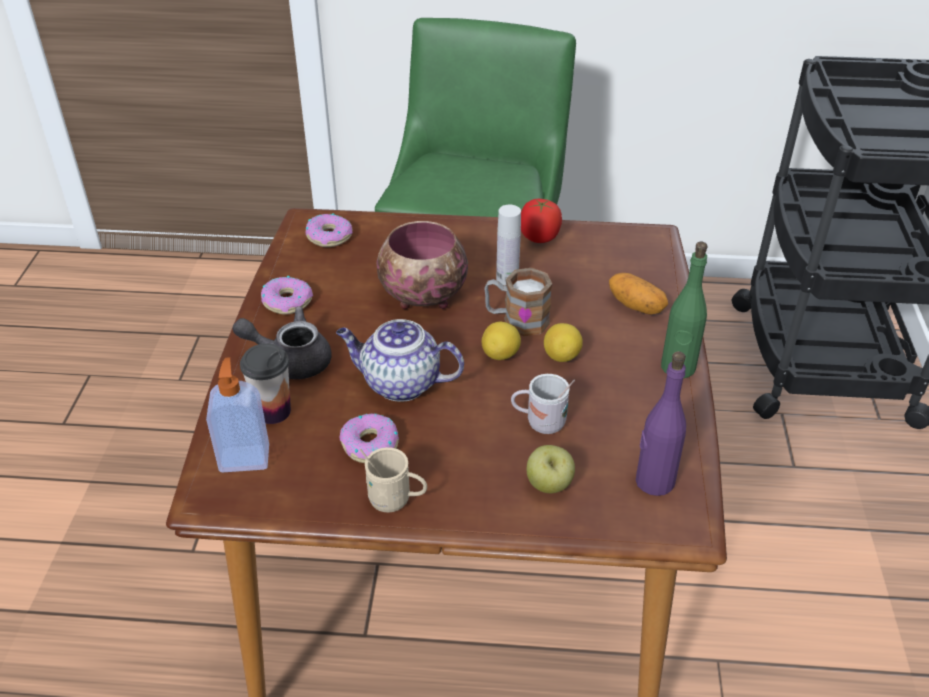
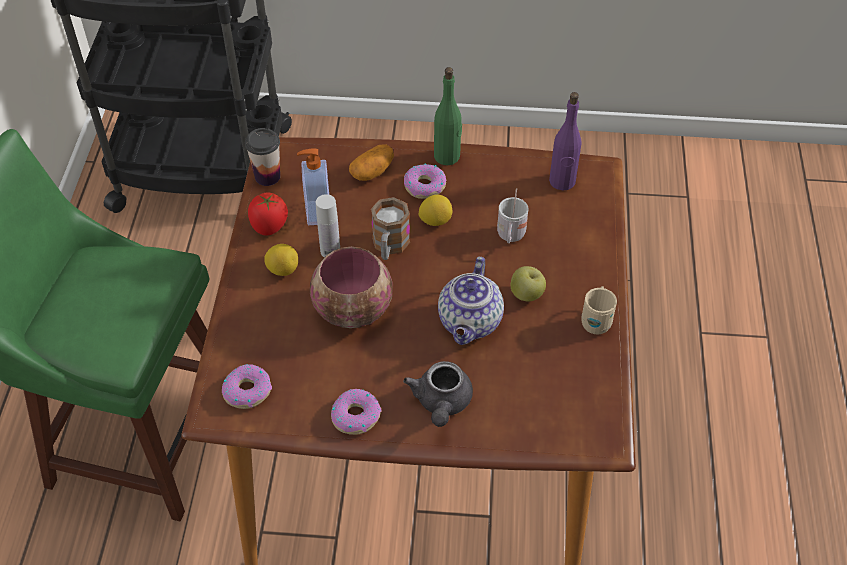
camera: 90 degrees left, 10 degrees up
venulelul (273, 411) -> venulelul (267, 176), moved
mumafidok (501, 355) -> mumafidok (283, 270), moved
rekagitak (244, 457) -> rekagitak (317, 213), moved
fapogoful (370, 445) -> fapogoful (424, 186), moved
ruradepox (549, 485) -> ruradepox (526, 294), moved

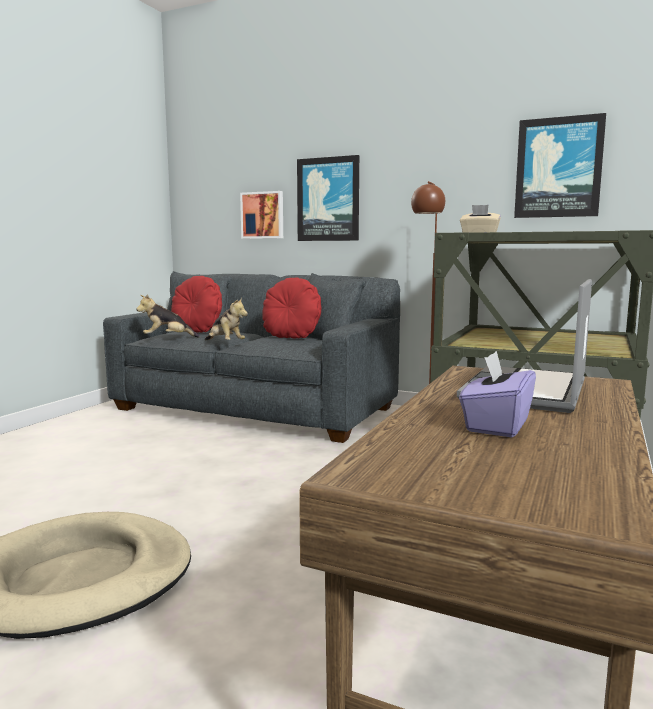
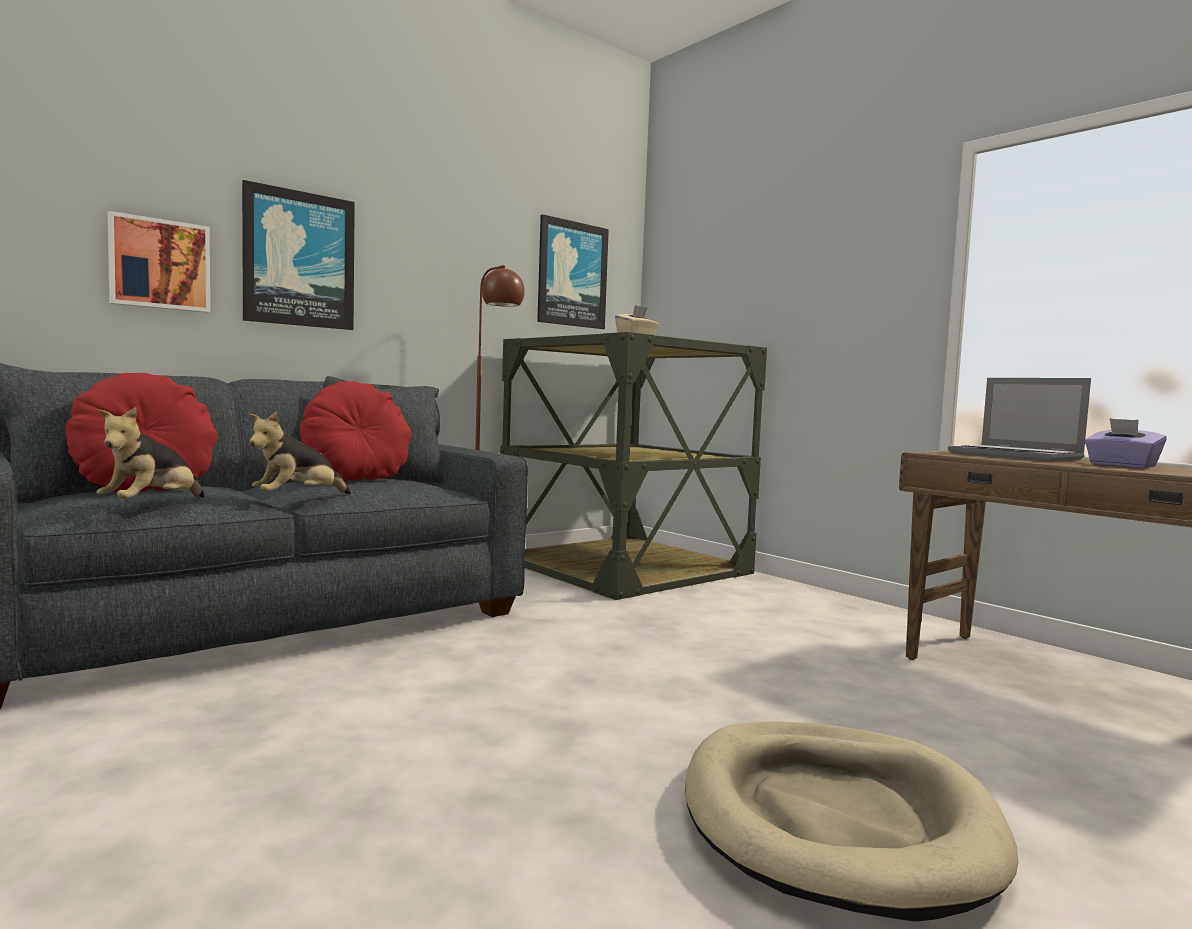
camera: 65 degrees left, 5 degrees down
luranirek (225, 343) -> luranirek (298, 498), 150 degrees clockwise

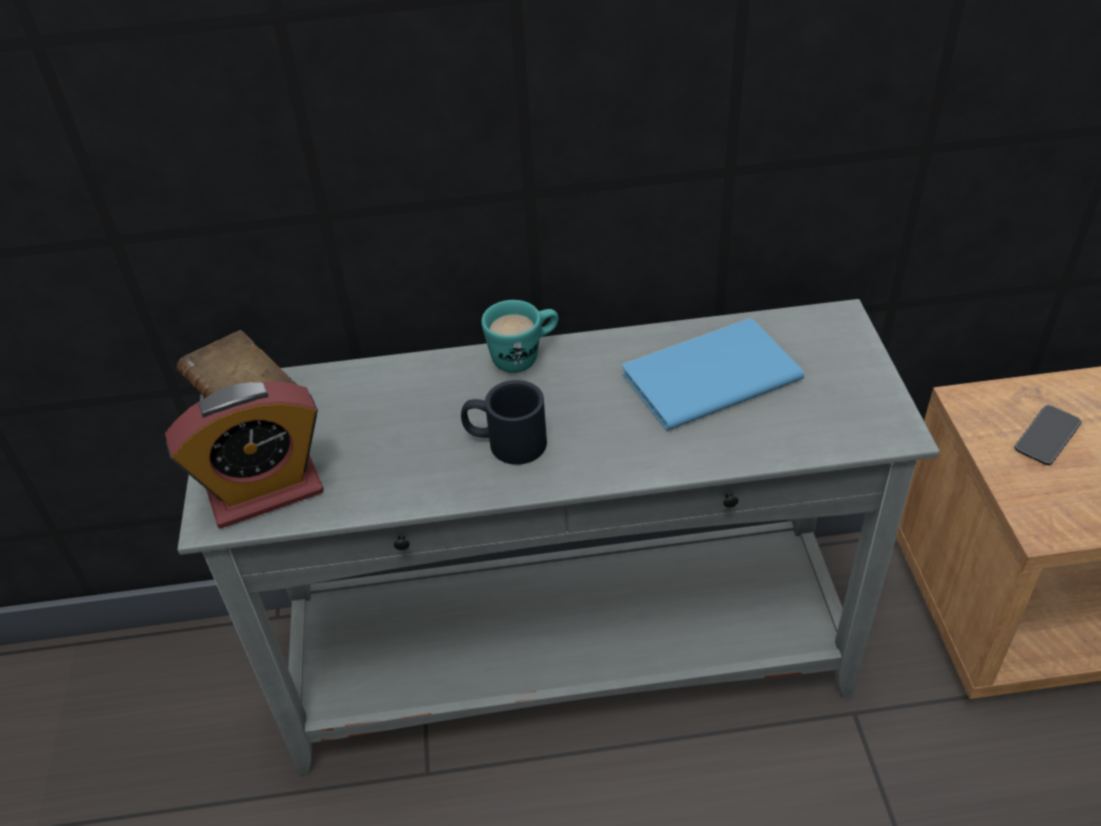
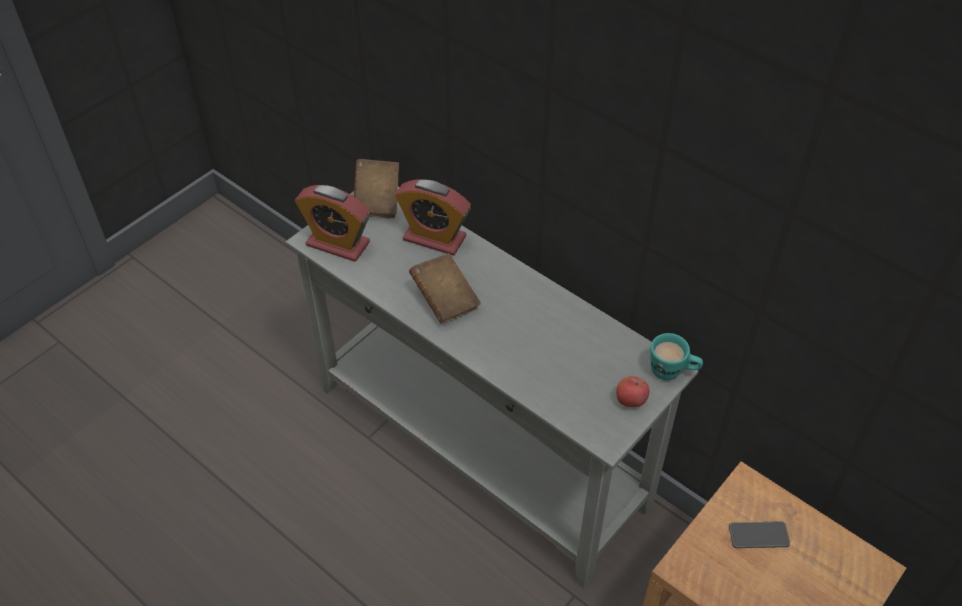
camera: 45 degrees right, 5 degrees up
none -> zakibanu (434, 238)
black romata (505, 442) -> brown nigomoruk (445, 300)
none -> ruradepox (630, 401)
turquoise romata (524, 356) -> turquoise romata (672, 372), moved
blue nigomoruk (705, 375) -> none

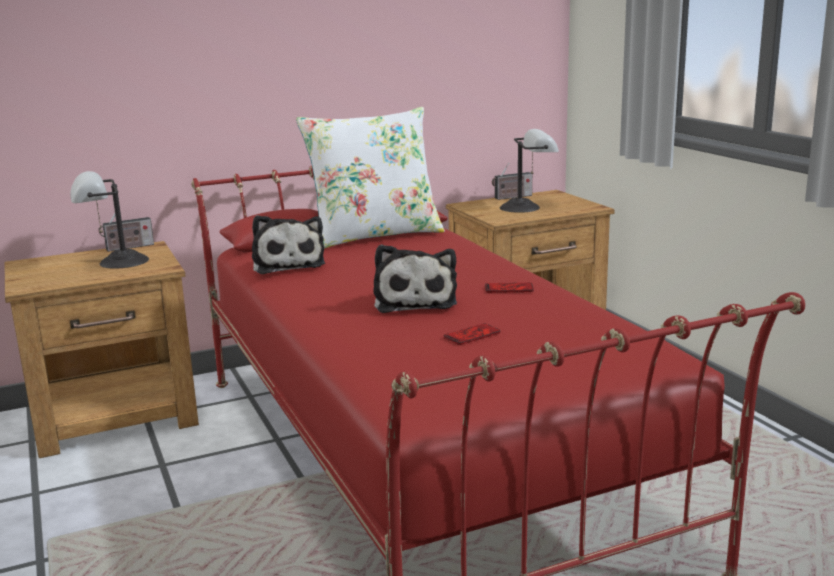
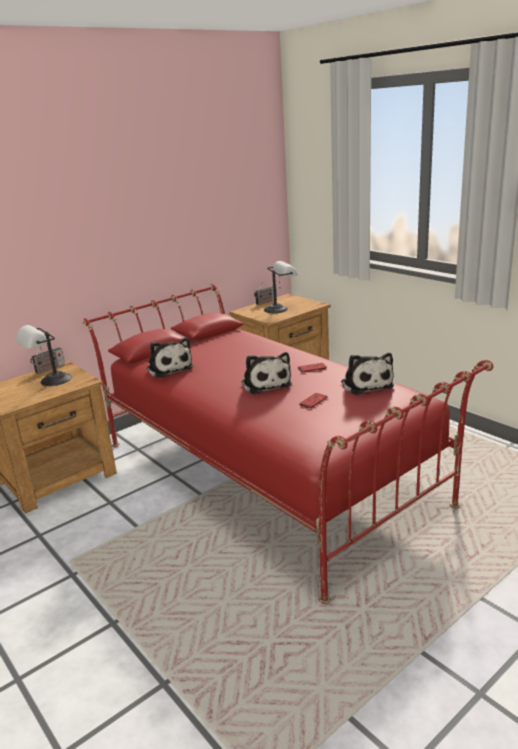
camera: 15 degrees left, 5 degrees up
none -> luranirek (366, 384)
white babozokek (374, 235) -> none

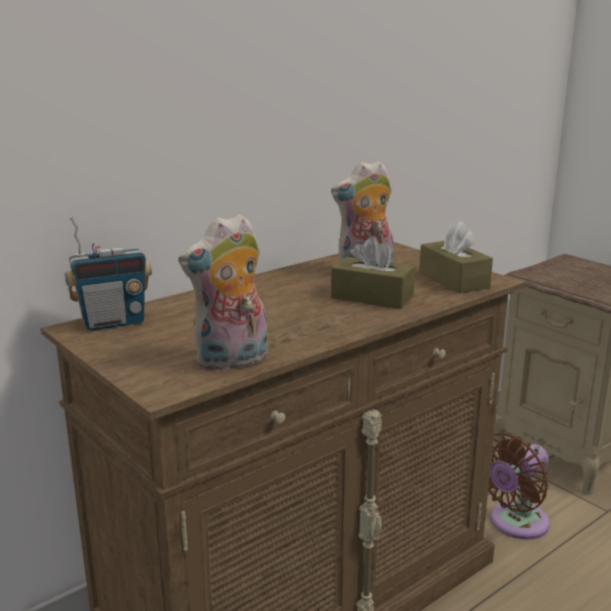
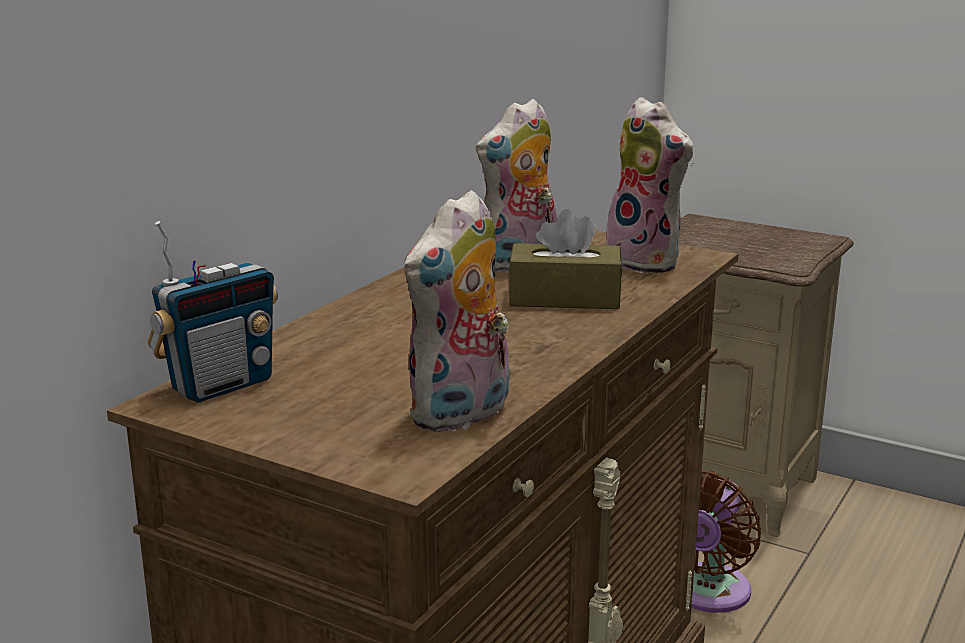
camera: 20 degrees left, 0 degrees up
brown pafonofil (453, 280) -> luranirek (647, 261)

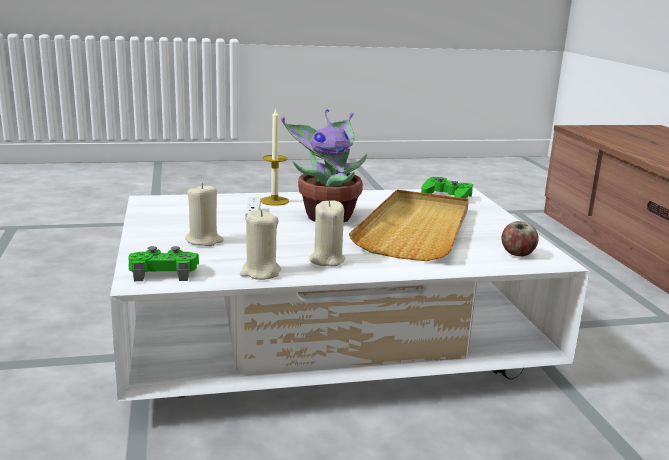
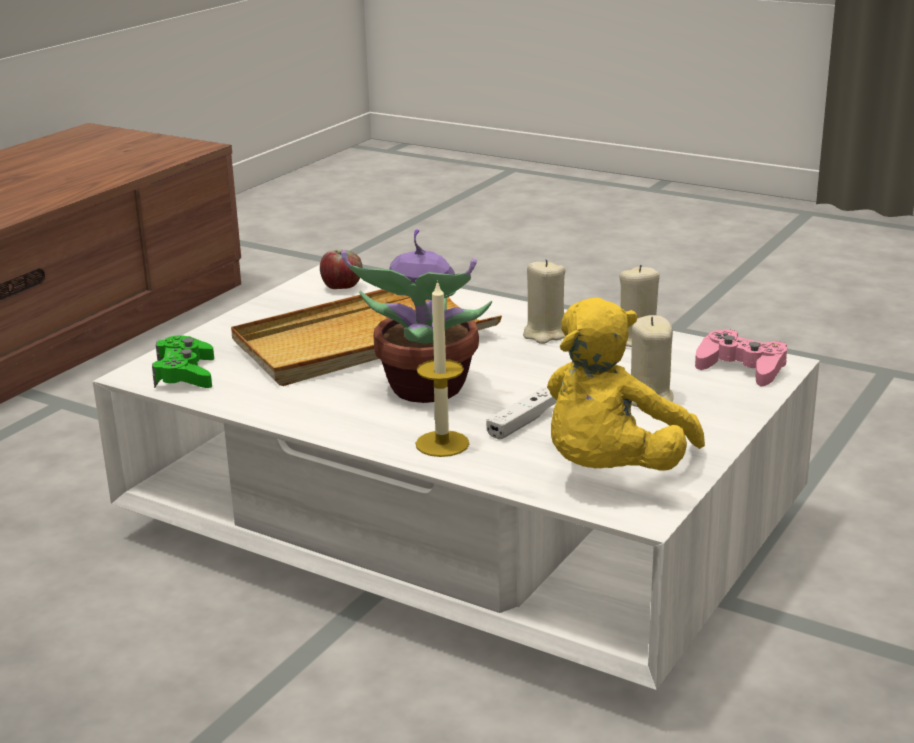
camera: 135 degrees left, 5 degrees up
none -> yellow luranirek (611, 471)
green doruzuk (164, 273) -> pink doruzuk (742, 368)

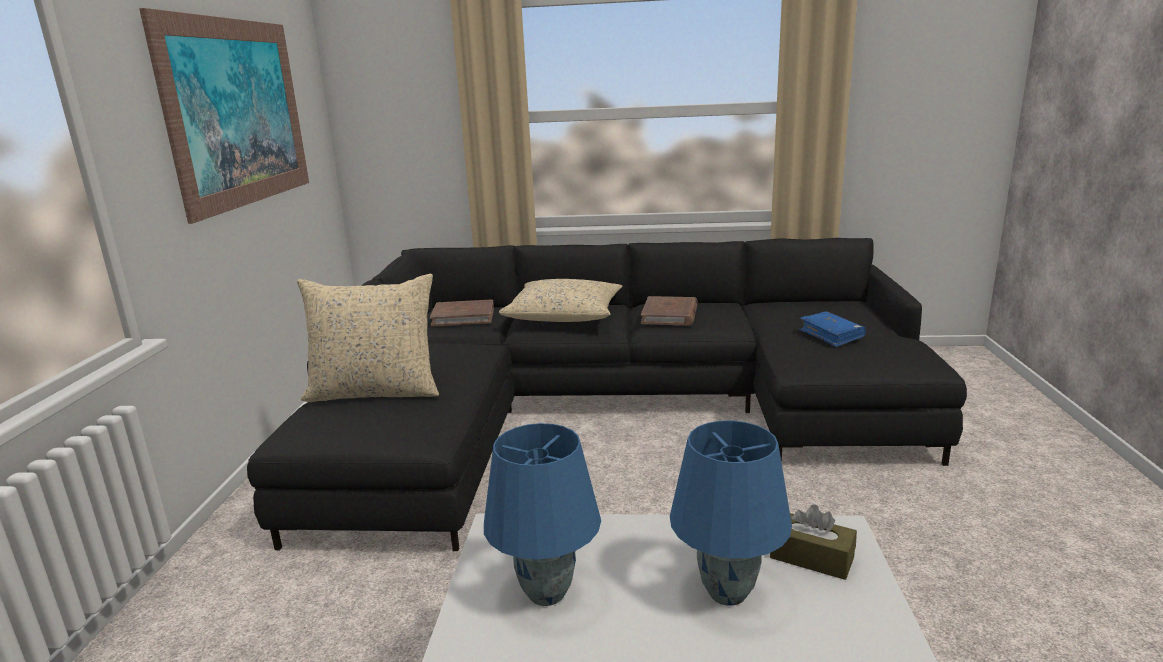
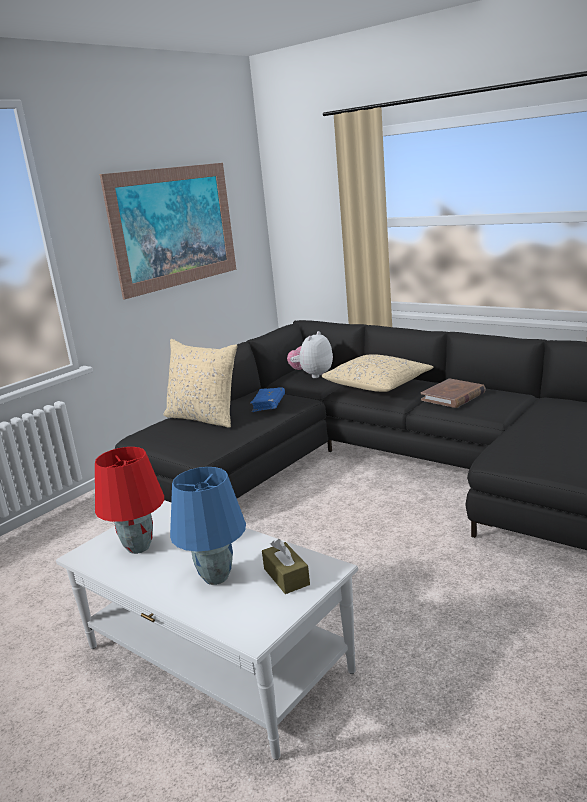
camera: 35 degrees right, 0 degrees up
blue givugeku (548, 594) -> red givugeku (139, 548)
blue nigomoruk (831, 335) -> blue nigomoruk (268, 404), moved
brown nigomoruk (463, 316) -> luranirek (312, 375)

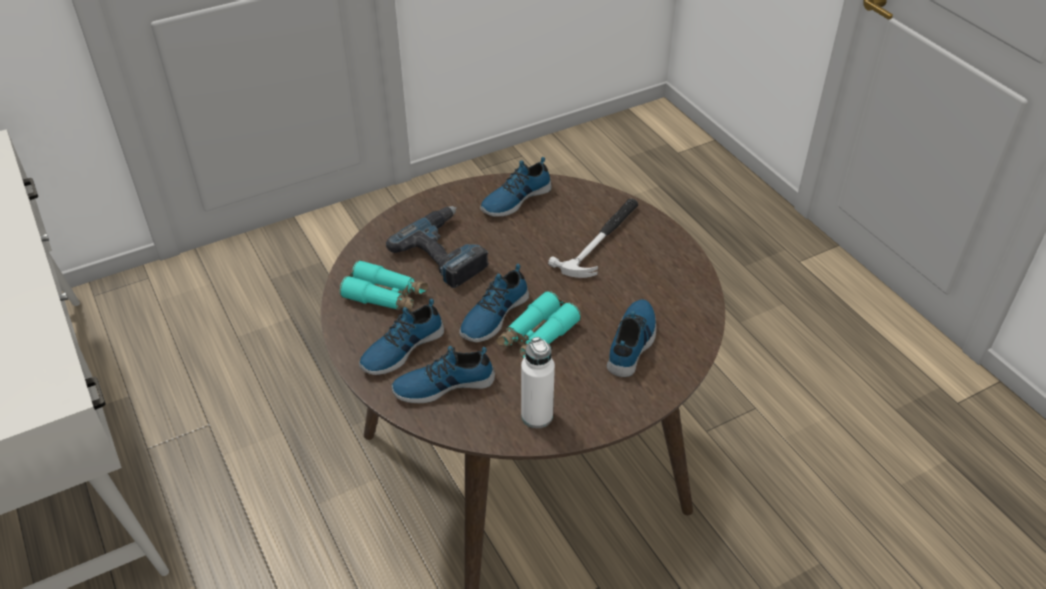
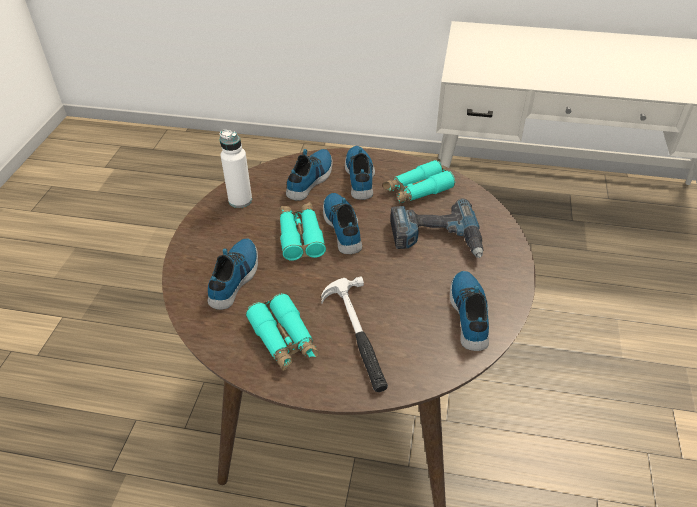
camera: 130 degrees right, 0 degrees up
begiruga (633, 342) -> begiruga (235, 277), 135 degrees counterclockwise
none -> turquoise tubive (284, 339)

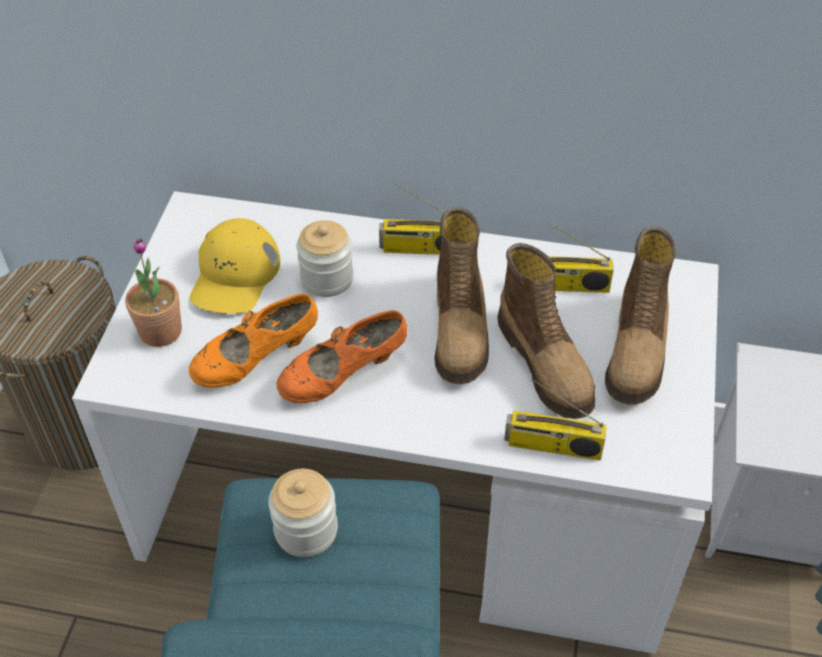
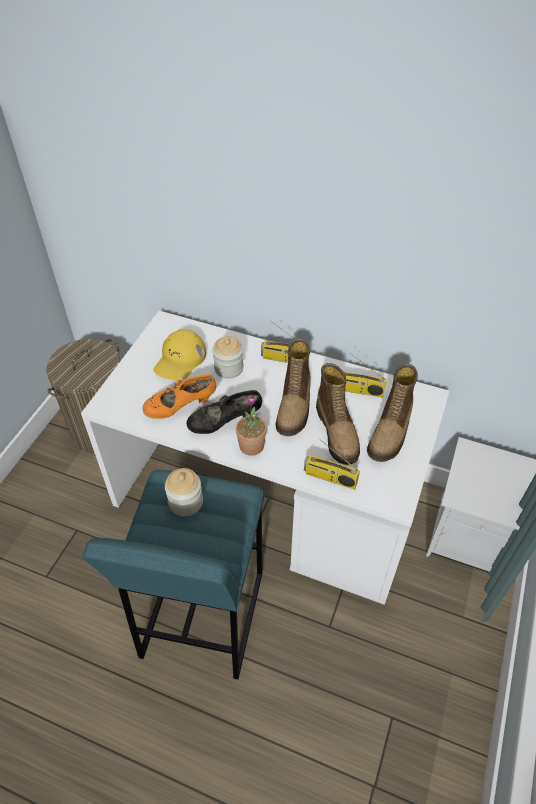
camera: 10 degrees right, 0 degrees up
orange begiruga (343, 377) -> black begiruga (225, 423)
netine (160, 331) -> netine (251, 446), moved

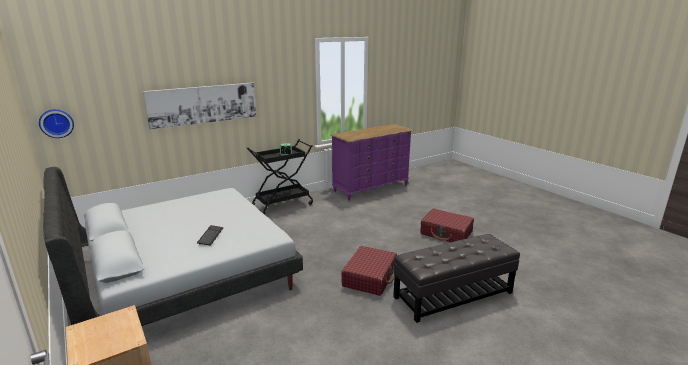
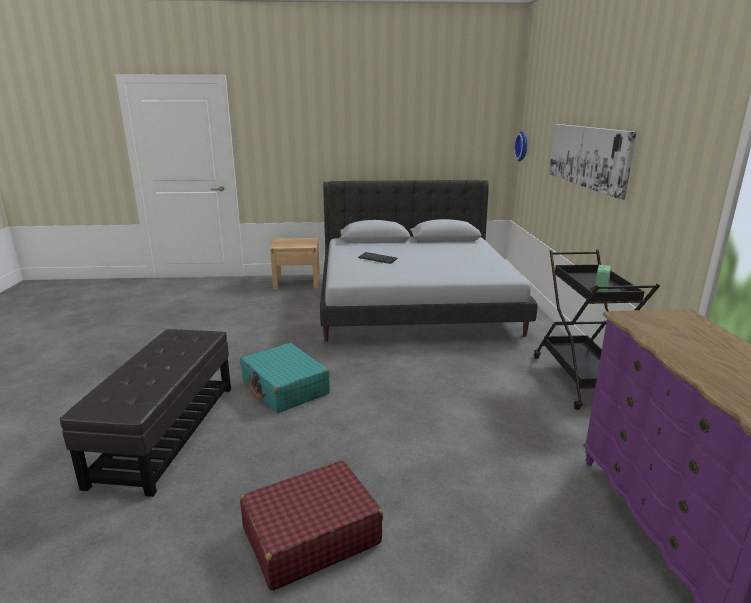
camera: 120 degrees right, 0 degrees up
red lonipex (370, 277) -> turquoise lonipex (285, 388)

